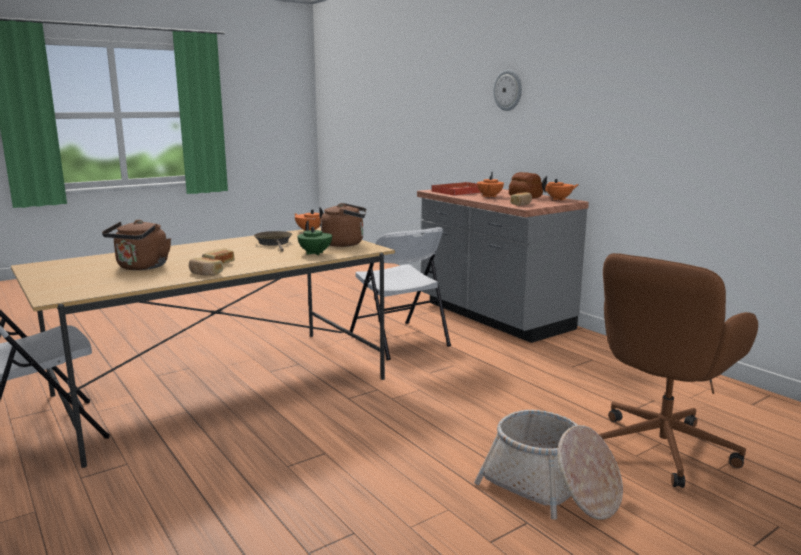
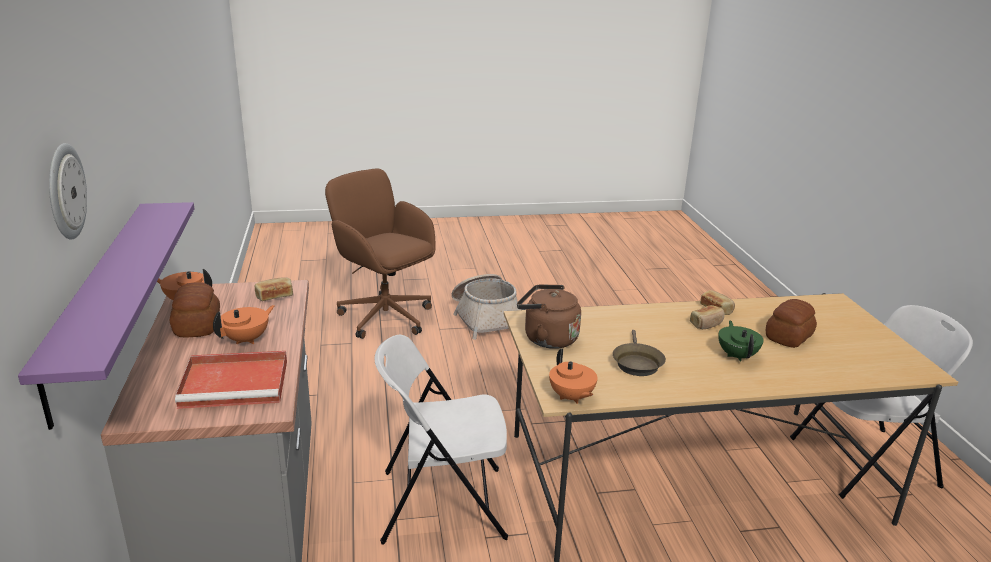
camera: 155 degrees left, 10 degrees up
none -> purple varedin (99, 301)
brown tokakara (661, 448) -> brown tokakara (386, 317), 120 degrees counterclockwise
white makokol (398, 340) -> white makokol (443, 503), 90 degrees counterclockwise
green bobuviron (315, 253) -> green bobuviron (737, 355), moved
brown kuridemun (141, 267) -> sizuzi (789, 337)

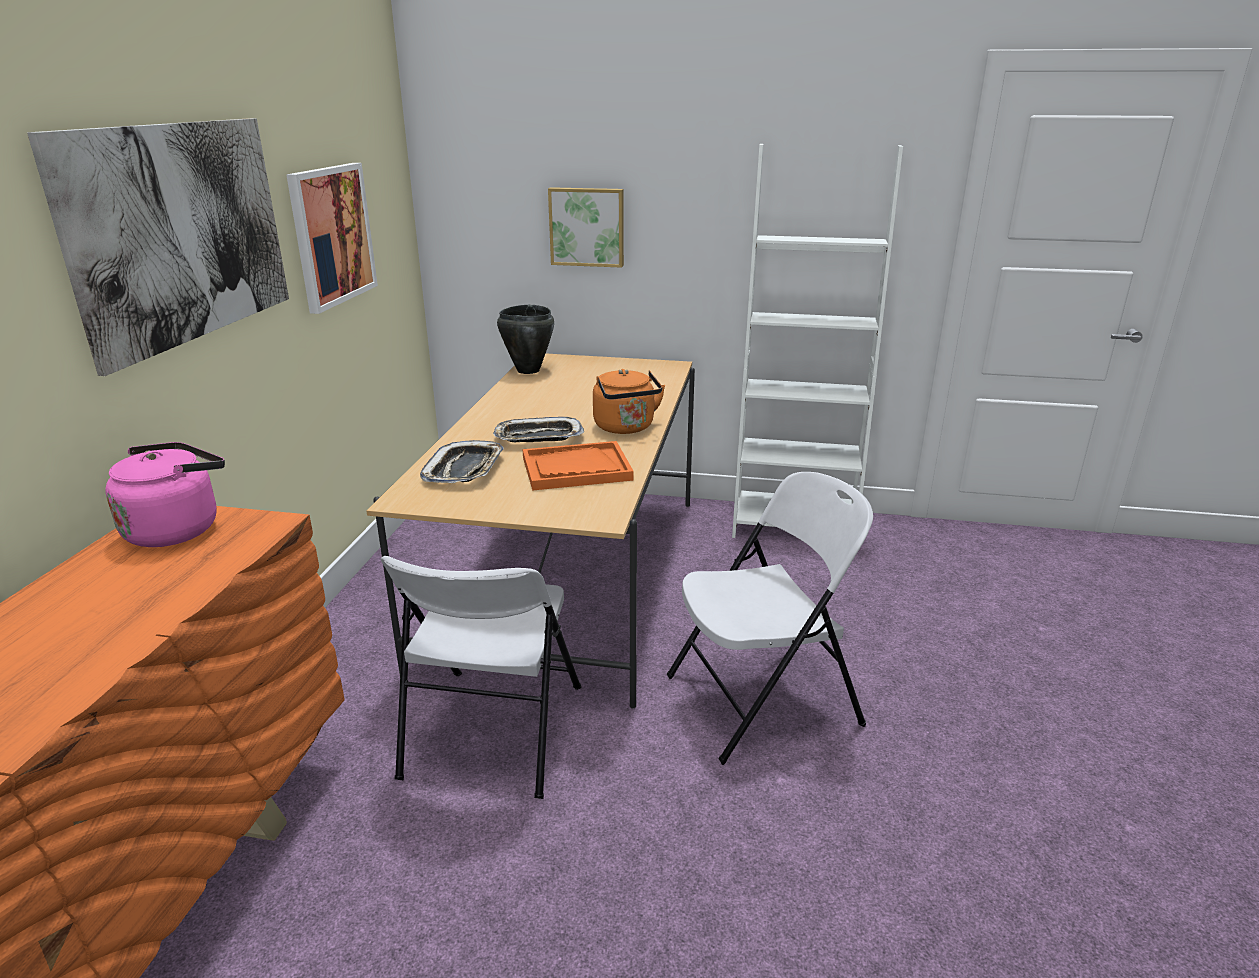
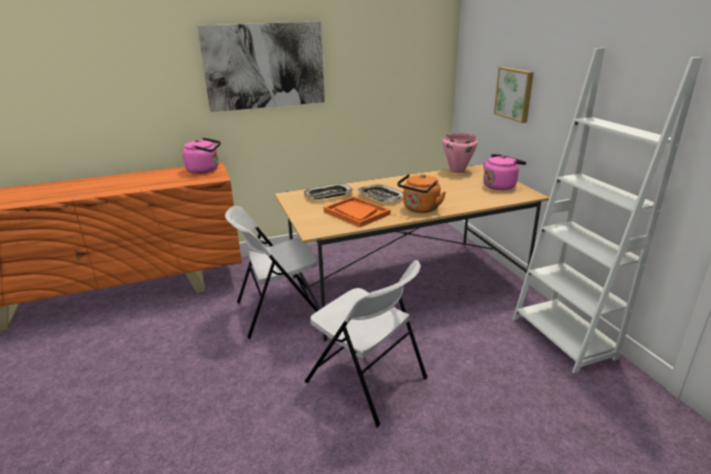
camera: 60 degrees right, 0 degrees up
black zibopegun (527, 370) -> pink zibopegun (457, 171)
none -> pink kuridemun (500, 185)
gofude (332, 235) -> none

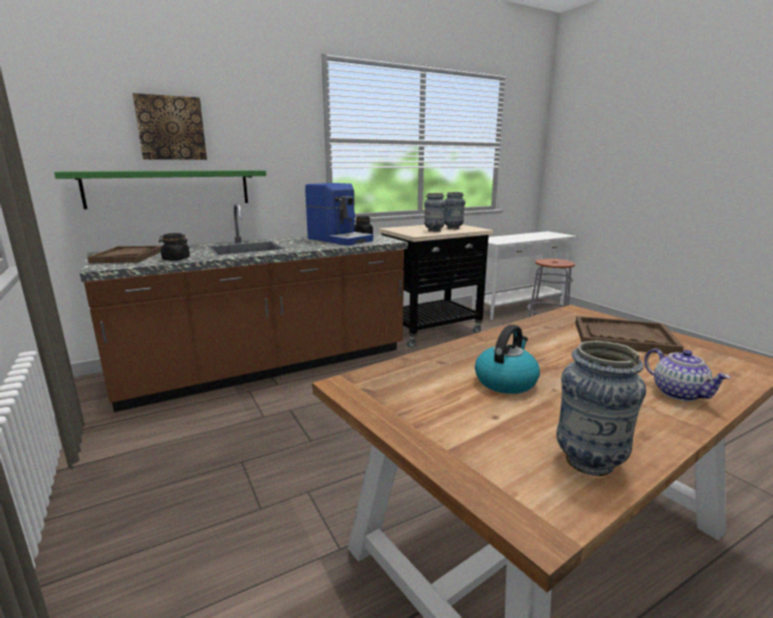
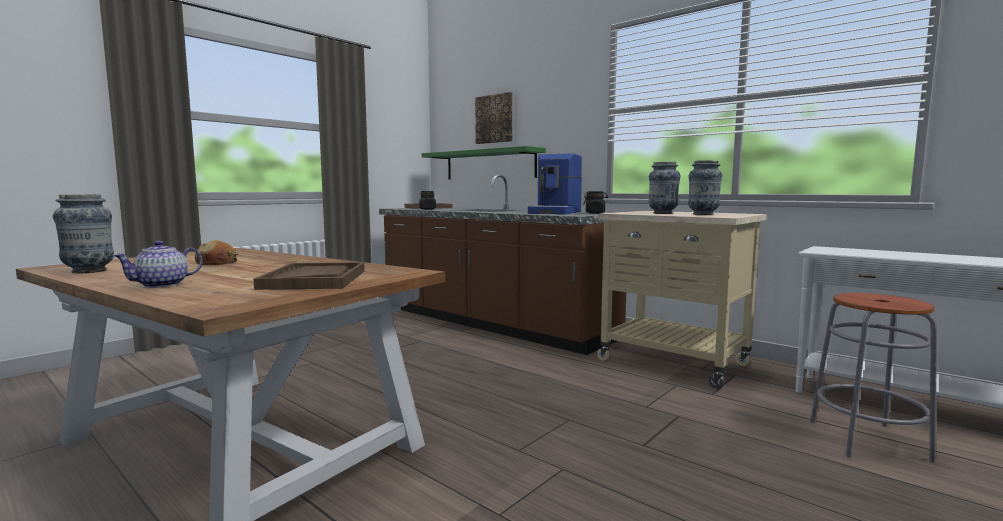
camera: 70 degrees right, 10 degrees down
kuridemun (505, 381) -> sizuzi (217, 262)
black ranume (430, 331) -> beige ranume (674, 362)

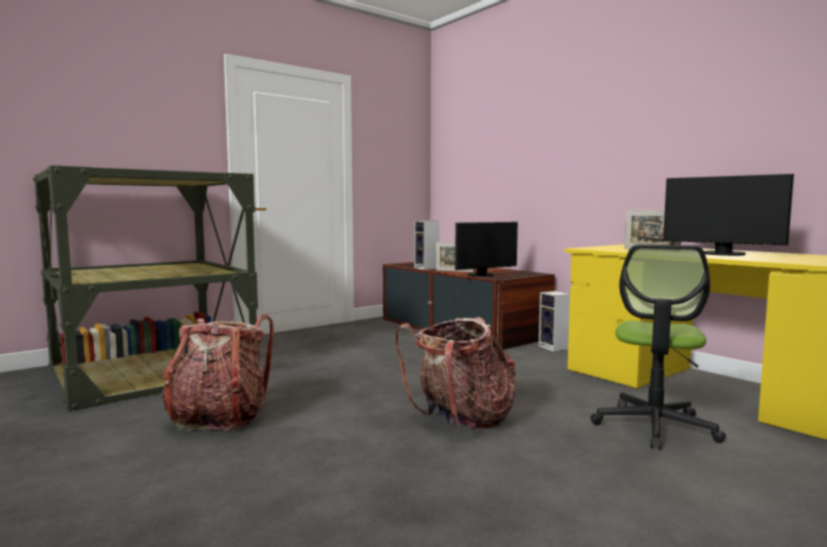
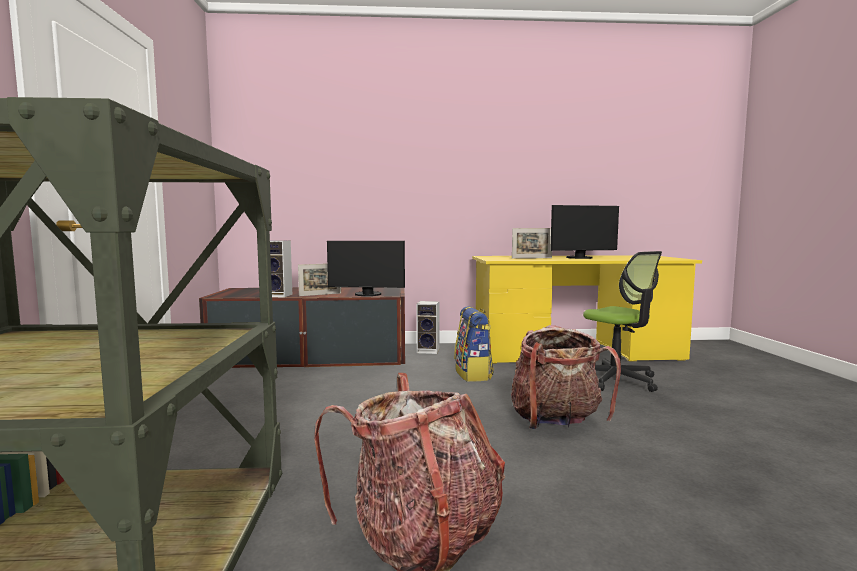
camera: 55 degrees left, 0 degrees up
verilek (483, 275) -> verilek (367, 294), 90 degrees clockwise
none -> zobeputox (474, 374)

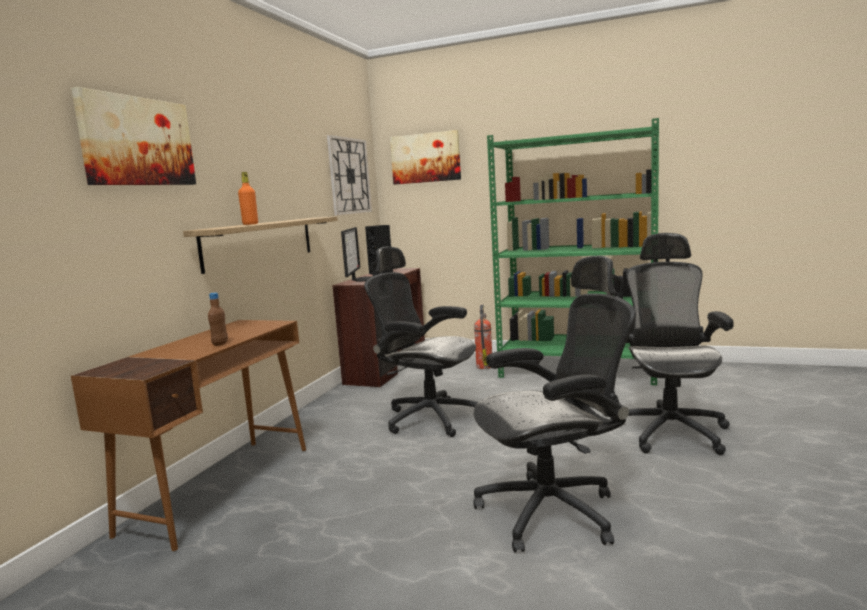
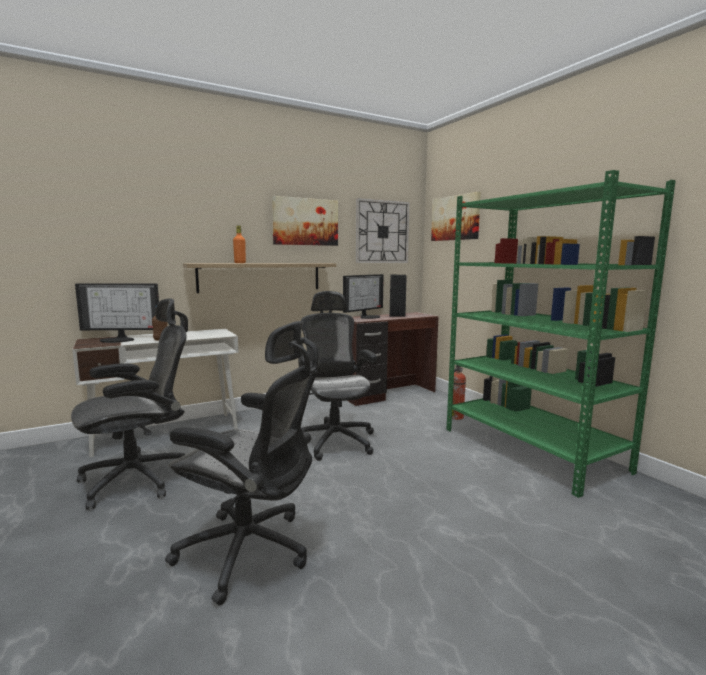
camera: 40 degrees right, 0 degrees up
tokakara (670, 430) -> tokakara (139, 478), moved
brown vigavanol (221, 487) -> white vigavanol (167, 433)
none -> verilek (119, 339)
gofude (137, 141) -> gofude (305, 222), moved

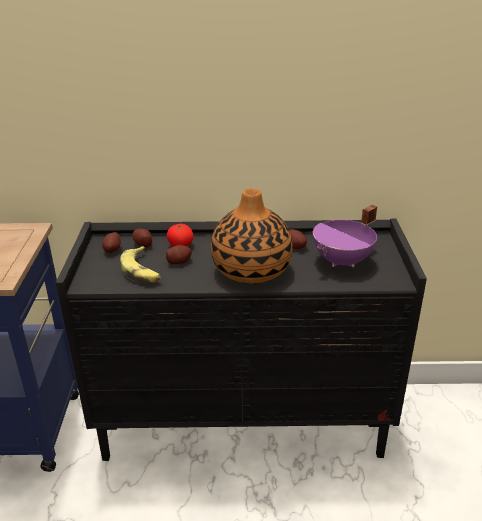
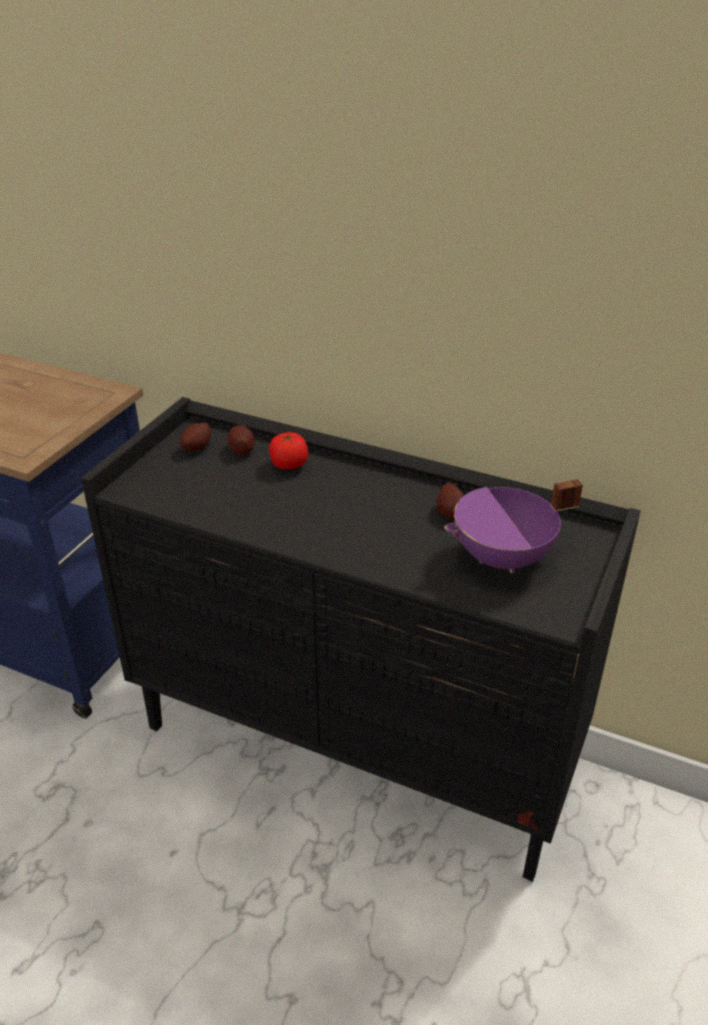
camera: 25 degrees right, 5 degrees up
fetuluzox (142, 271) -> none
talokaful (179, 261) -> none
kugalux (251, 270) -> none

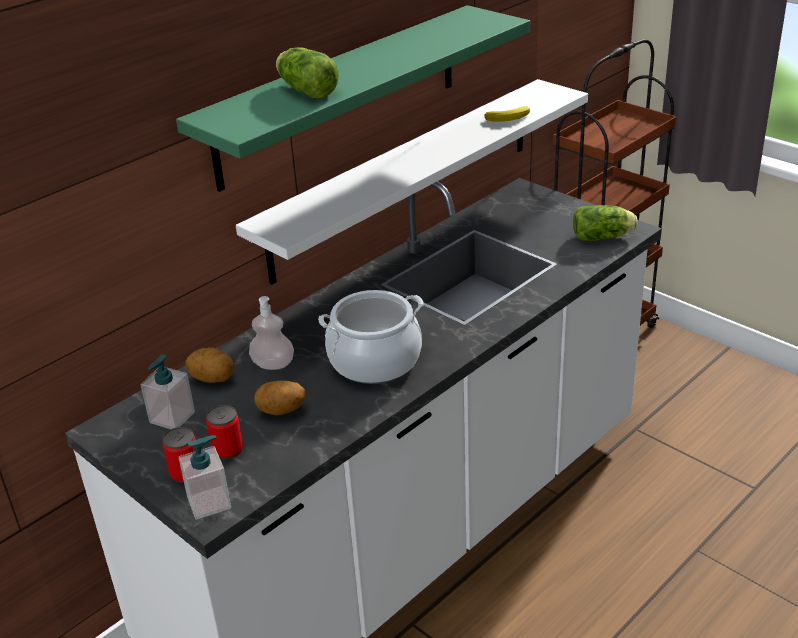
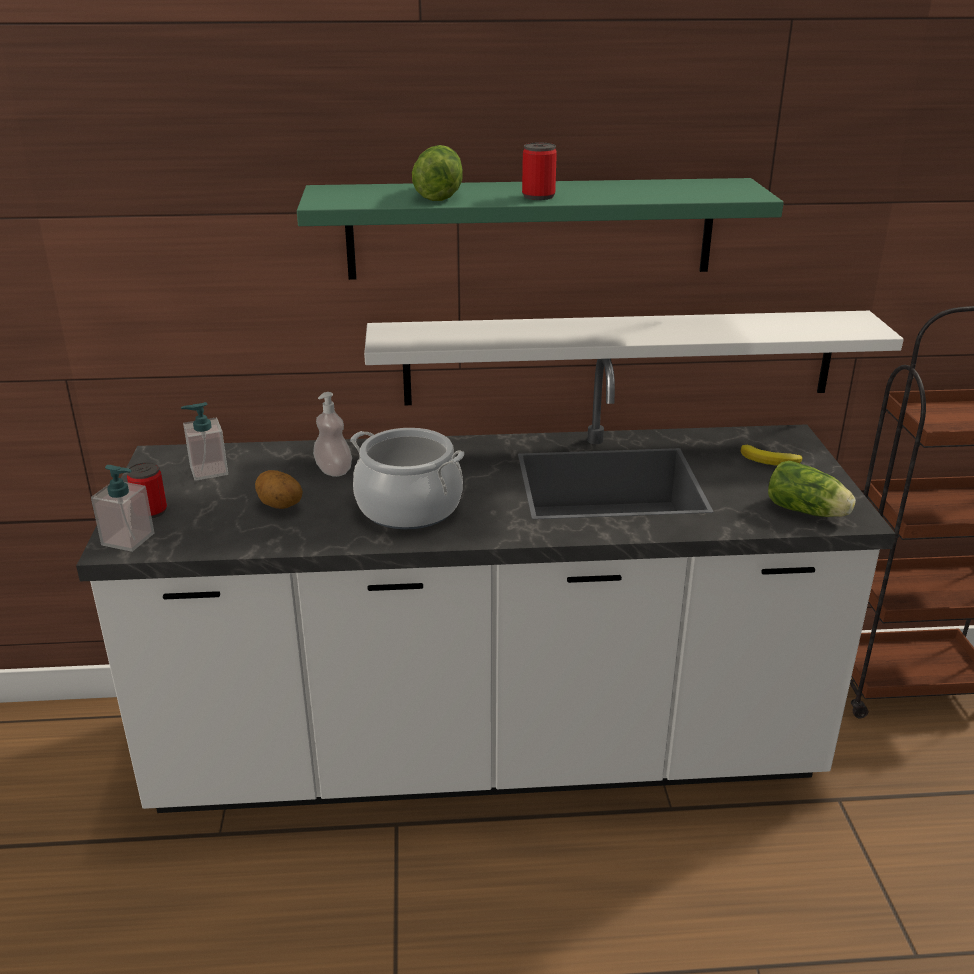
camera: 40 degrees right, 5 degrees down
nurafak (227, 450) -> nurafak (538, 196), moved
fetuluzox (509, 117) -> fetuluzox (771, 461), moved
talokaful (213, 379) -> none

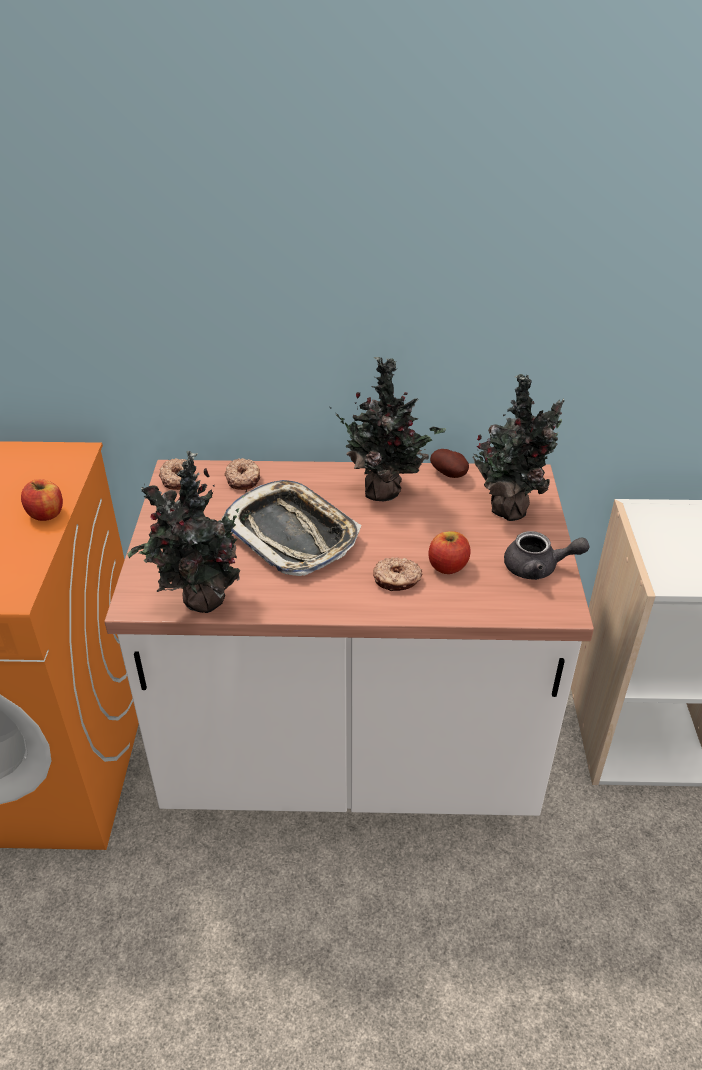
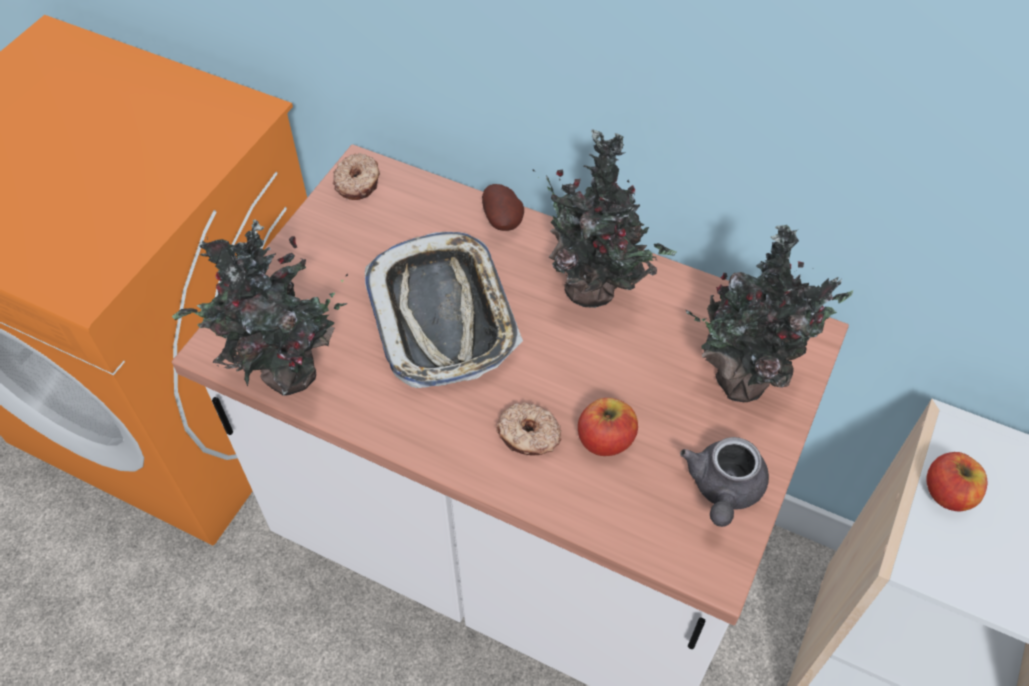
camera: 25 degrees right, 15 degrees up
talokaful (450, 475) -> talokaful (504, 221), moved
grey bobuviron (538, 568) -> grey bobuviron (723, 490), 75 degrees clockwise
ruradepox (46, 514) -> ruradepox (948, 493), moved
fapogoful (243, 479) -> none

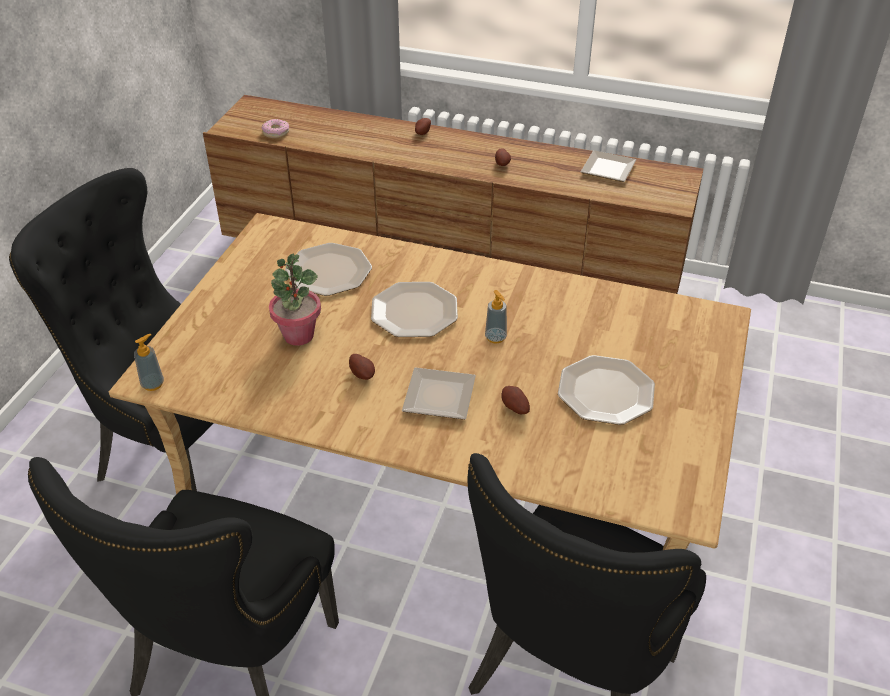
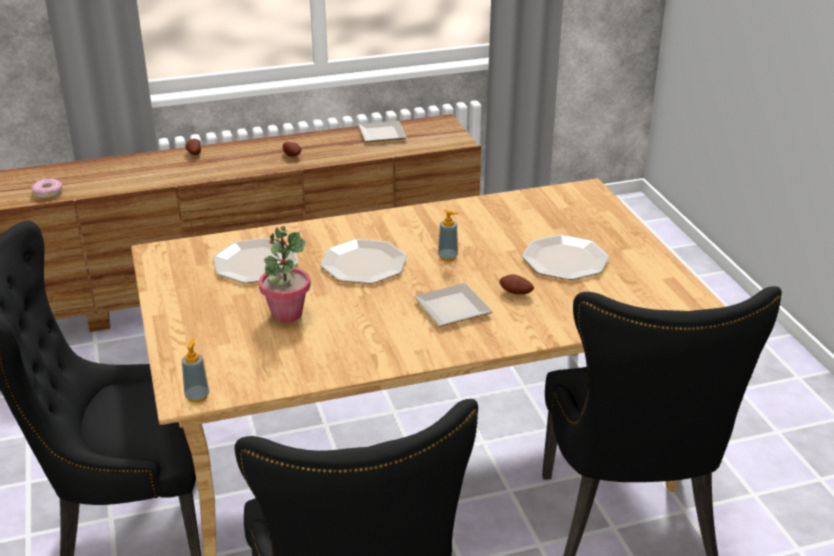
camera: 35 degrees left, 10 degrees down
talokaful (362, 374) -> none

